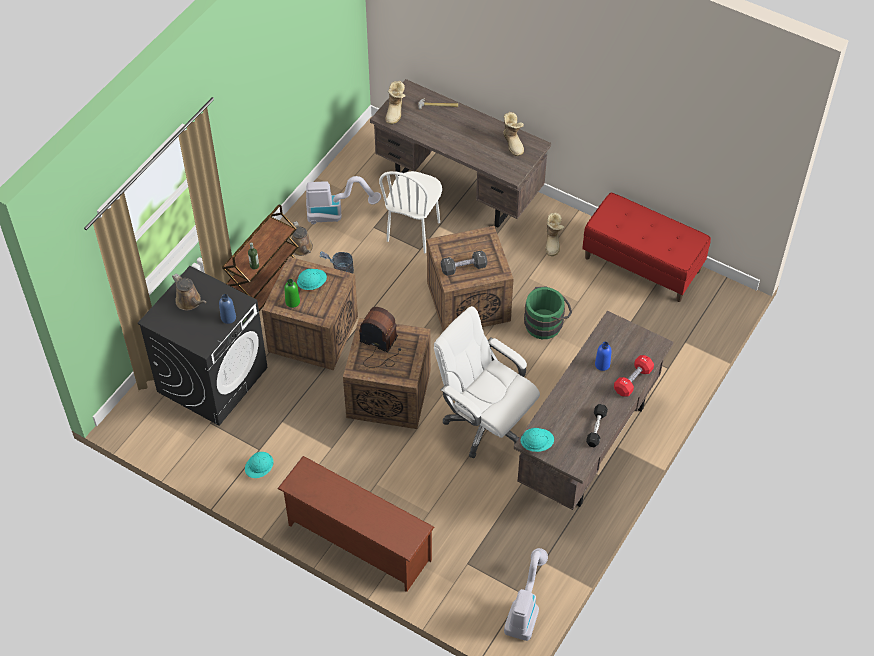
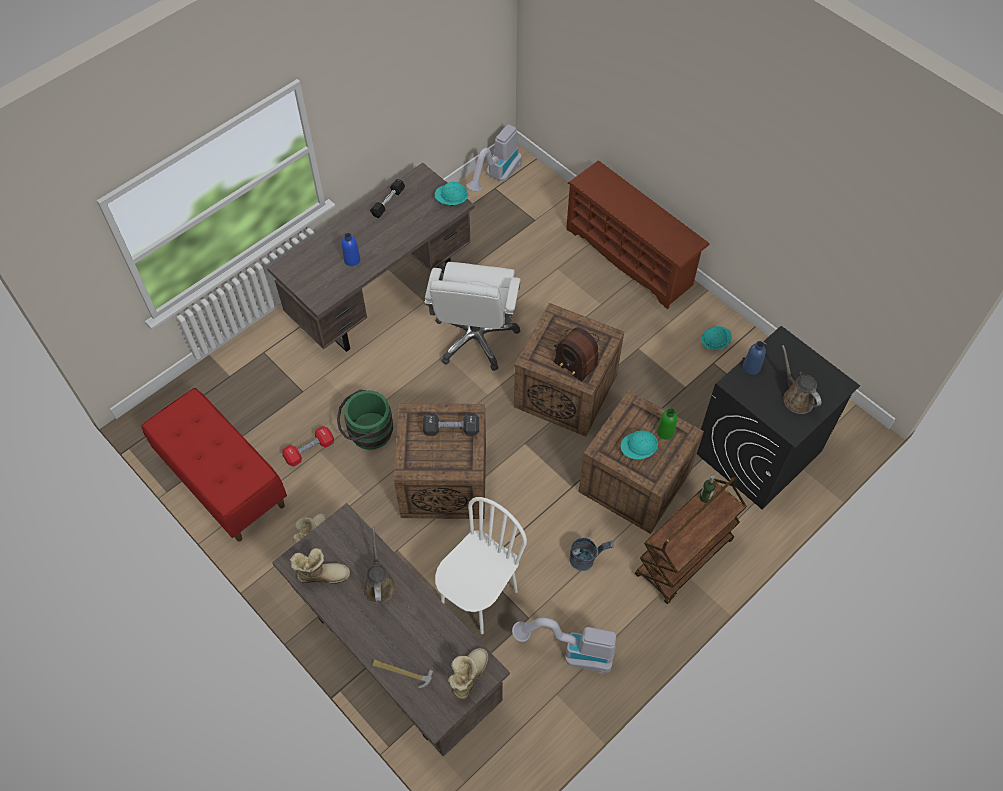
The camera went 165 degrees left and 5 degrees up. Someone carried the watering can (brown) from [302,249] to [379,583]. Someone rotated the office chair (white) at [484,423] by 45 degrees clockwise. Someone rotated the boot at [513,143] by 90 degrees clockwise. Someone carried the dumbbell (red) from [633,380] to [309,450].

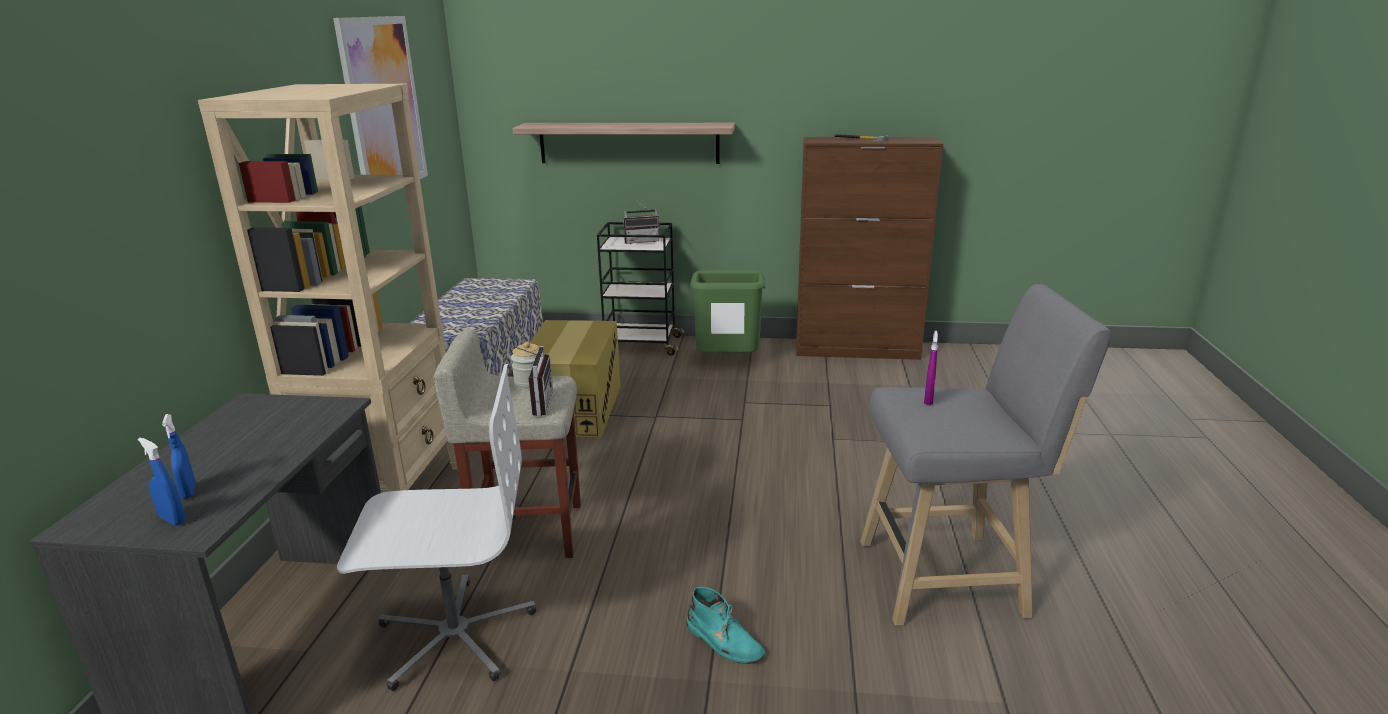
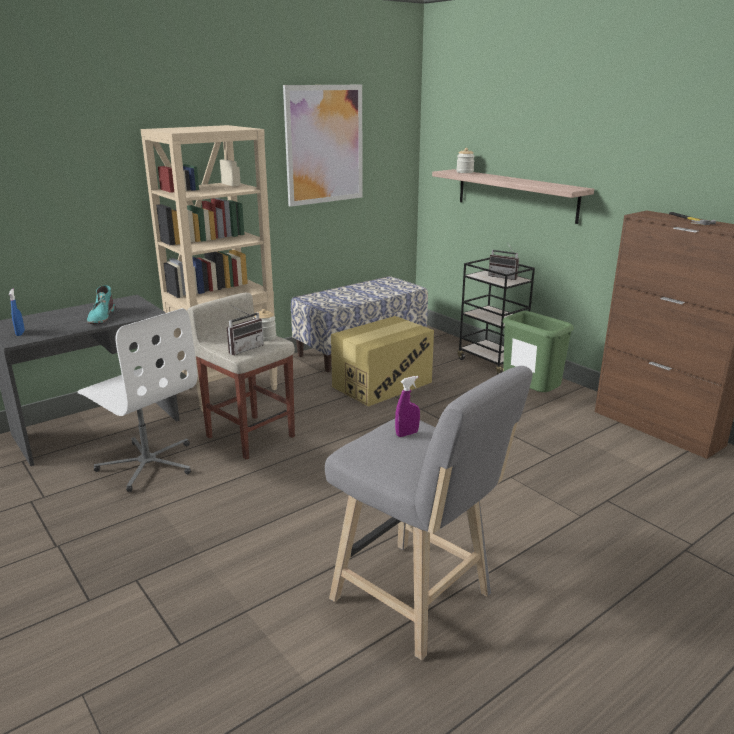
The camera went 45 degrees right and 0 degrees up. Someone took away the spray bottle (blue) at [189,492]. Someone carried the boot (turquoise) from [724,641] to [101,316]. Someone put down the jar at [464,172].

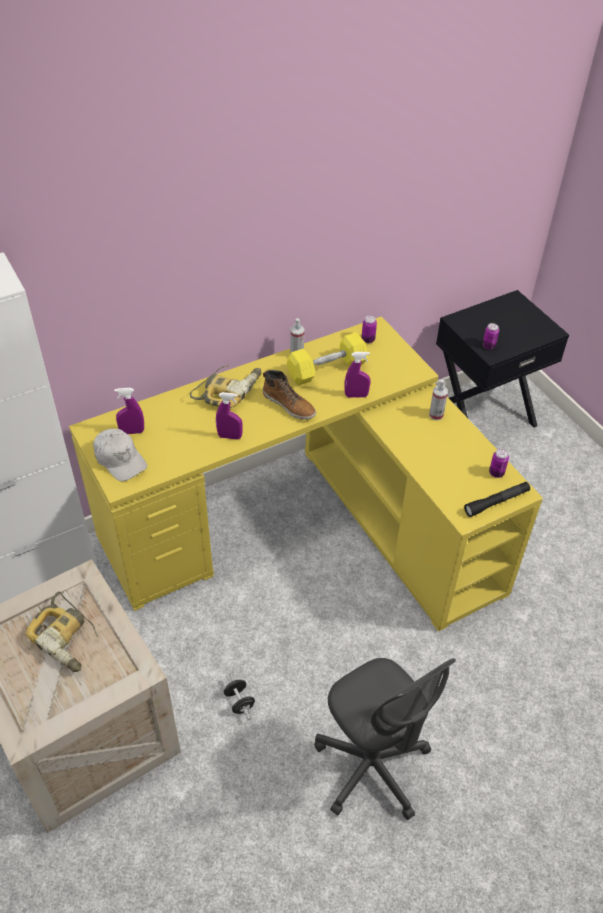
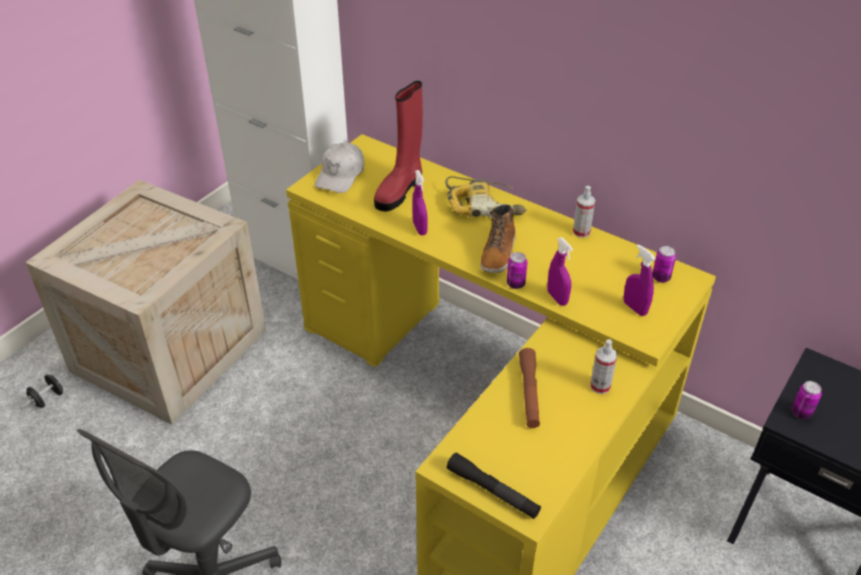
The camera went 65 degrees right and 5 degrees down. Someone took away the power drill at [67,637]. Someone carried the spray bottle (purple) from [132,432] to [635,308]. Someone carried the dumbbell (black) from [239,702] to [48,399]. Someone took away the dumbbell (yellow) at [326,369]. Someone carried the can from [496,473] to [515,284]. Someone put down the boot (red) at [400,190]. Someone put down the flashlight (brown) at [529,393].

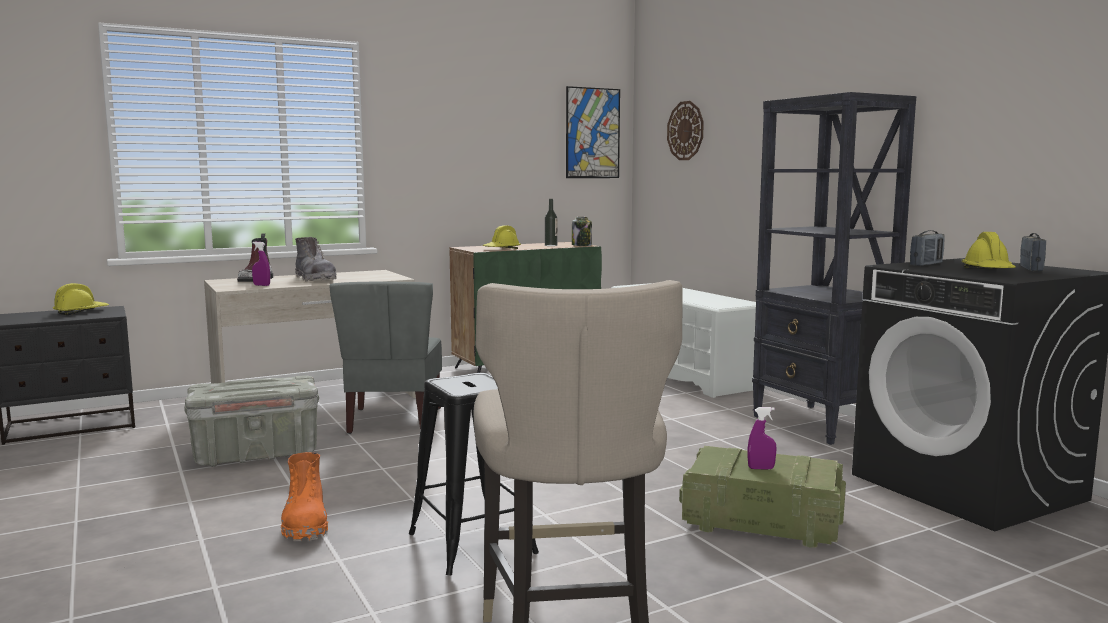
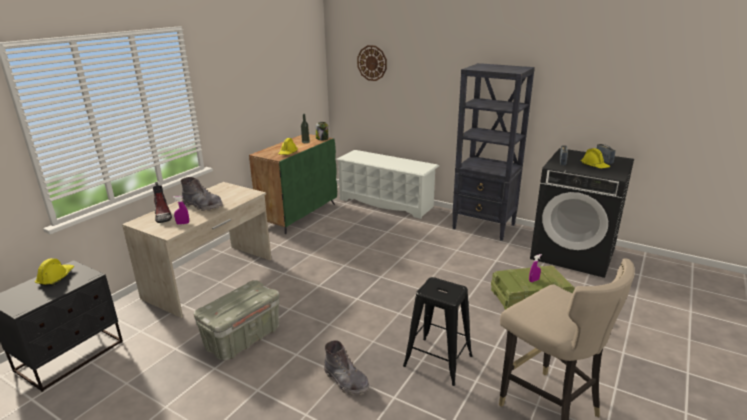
The camera went 30 degrees left and 15 degrees up. Someone repainted the boot (orange) at [305,524], which became the boot (grey) at [346,381]. Someone took away the chair (grey) at [393,421]. Someone took away the picture at [592,133].

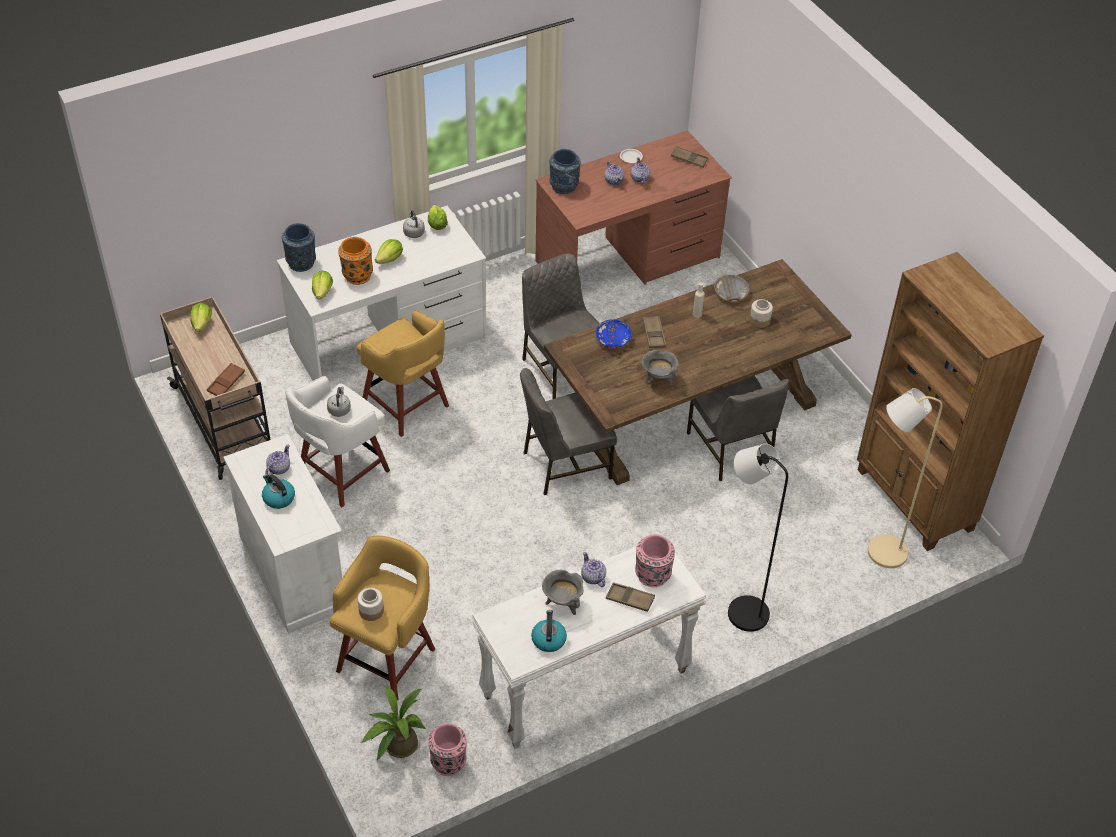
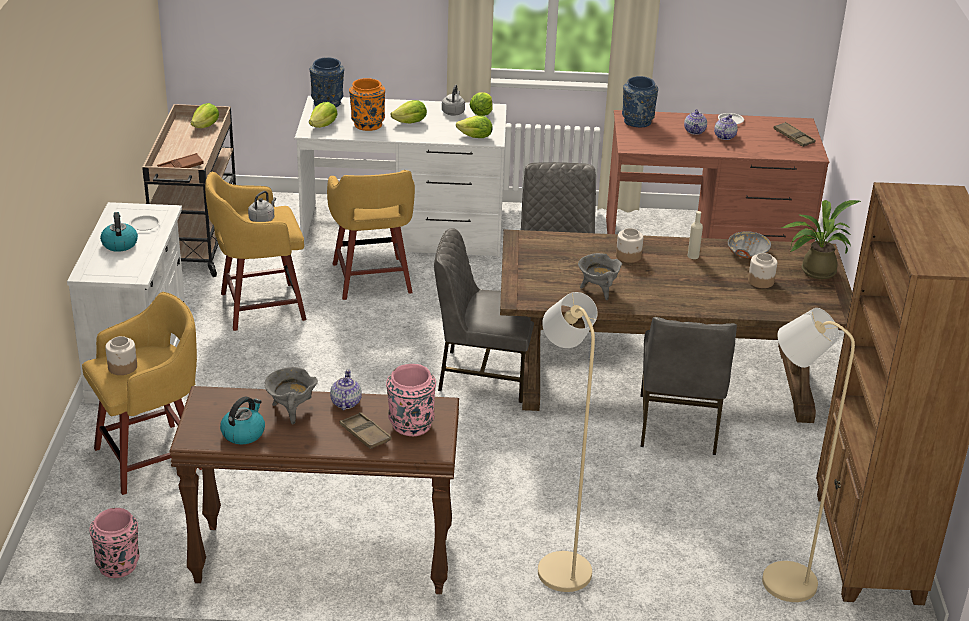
The camera went 30 degrees right and 15 degrees down. Someone swapped the teapot at [278,468] for the plate (white) at [144,225]. Someone repainted the stool (white) at [341,473], which became the stool (yellow) at [259,306]. Someone carried the potted plant from [397,746] to [813,271]. Someone repainted the console table (white) at [585,685], which became the console table (brown) at [322,560]. Someone took away the bowl (blue) at [613,340]. Someone swapped the tray (brown) at [654,334] for the jar at [628,256]. Someone repainted the floor lamp (black) at [741,610], which became the floor lamp (beige) at [559,565]. Someone put down the lettuce at [475,137].

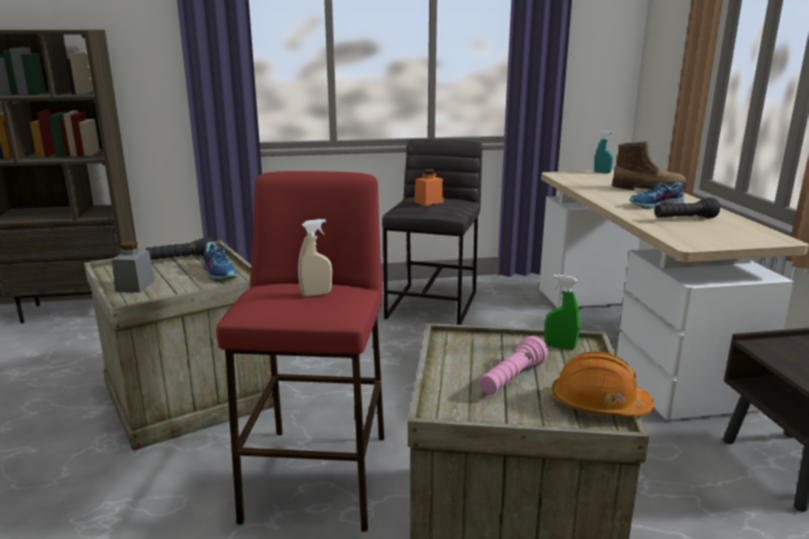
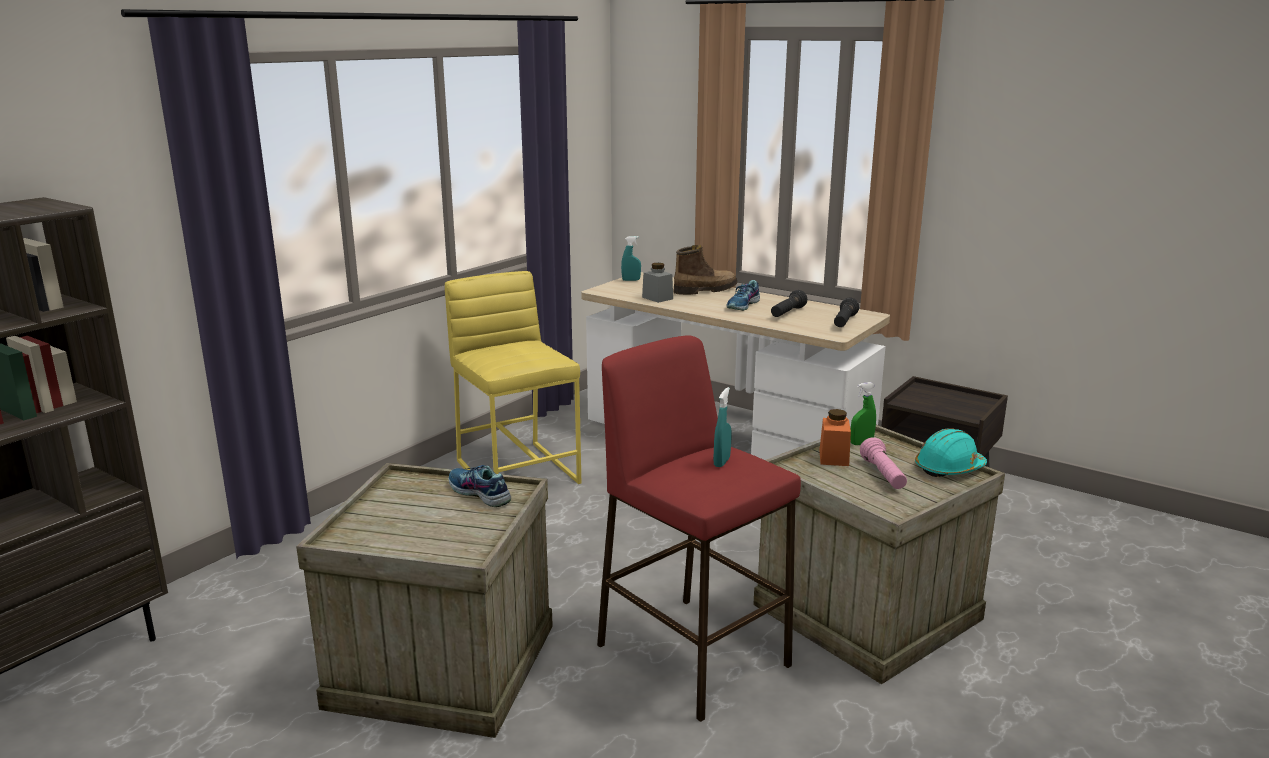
The camera went 45 degrees left and 0 degrees up. Someone carried the jar (grey) from [135,286] to [657,298]. Someone carried the flashlight (black) from [181,259] to [844,322]. Someone rotated the shoe at [220,273] by 150 degrees counterclockwise. Someone repainted the spray bottle (beige) at [316,294], which became the spray bottle (turquoise) at [721,462]. Someone repainted the stool (grey) at [433,305], which became the stool (yellow) at [518,471]. Someone carried the jar (orange) from [428,202] to [834,457]. Someone repainted the hard hat (orange) at [598,404], which became the hard hat (turquoise) at [949,468].

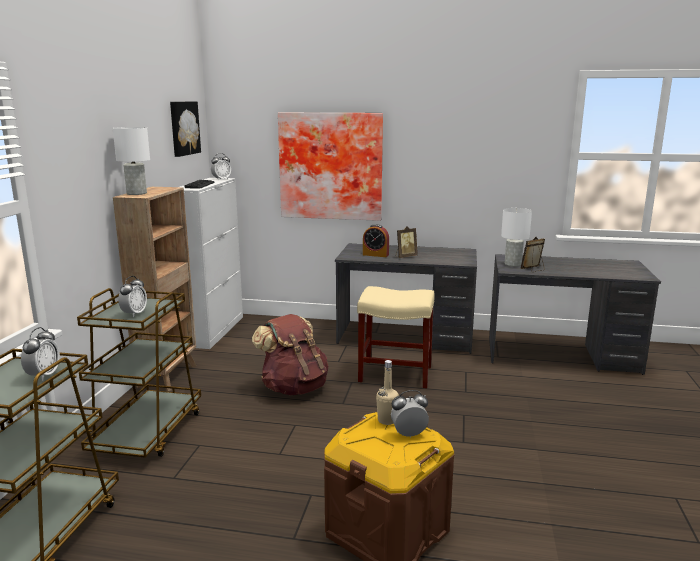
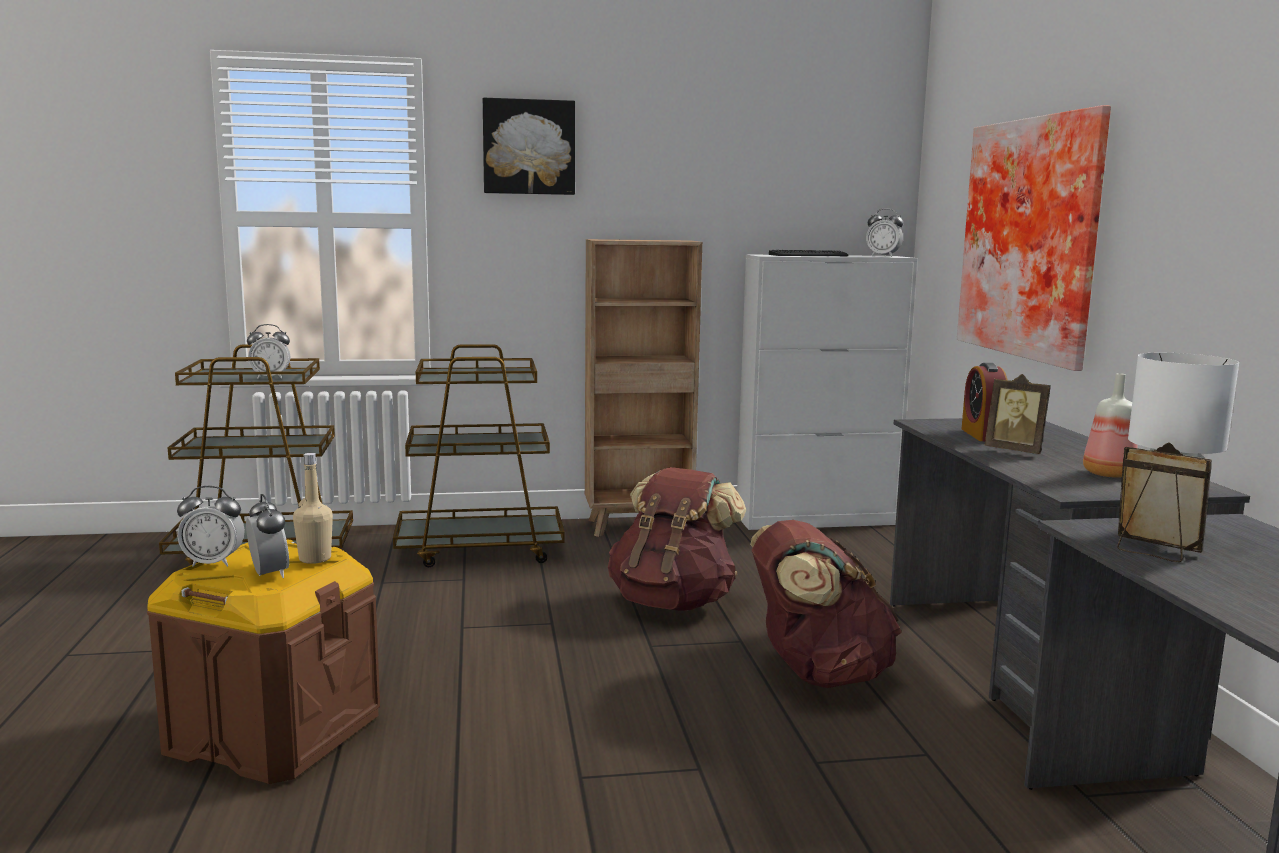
The camera went 70 degrees right and 5 degrees down. Someone took away the table lamp (white) at [136,193]. Someone carried the alarm clock from [134,314] to [213,563]. Someone carried the picture from [183,128] to [529,147]. Someone swapped the stool (beige) at [394,374] for the backpack (brown) at [817,674]. Someone put down the bottle at [1107,474].

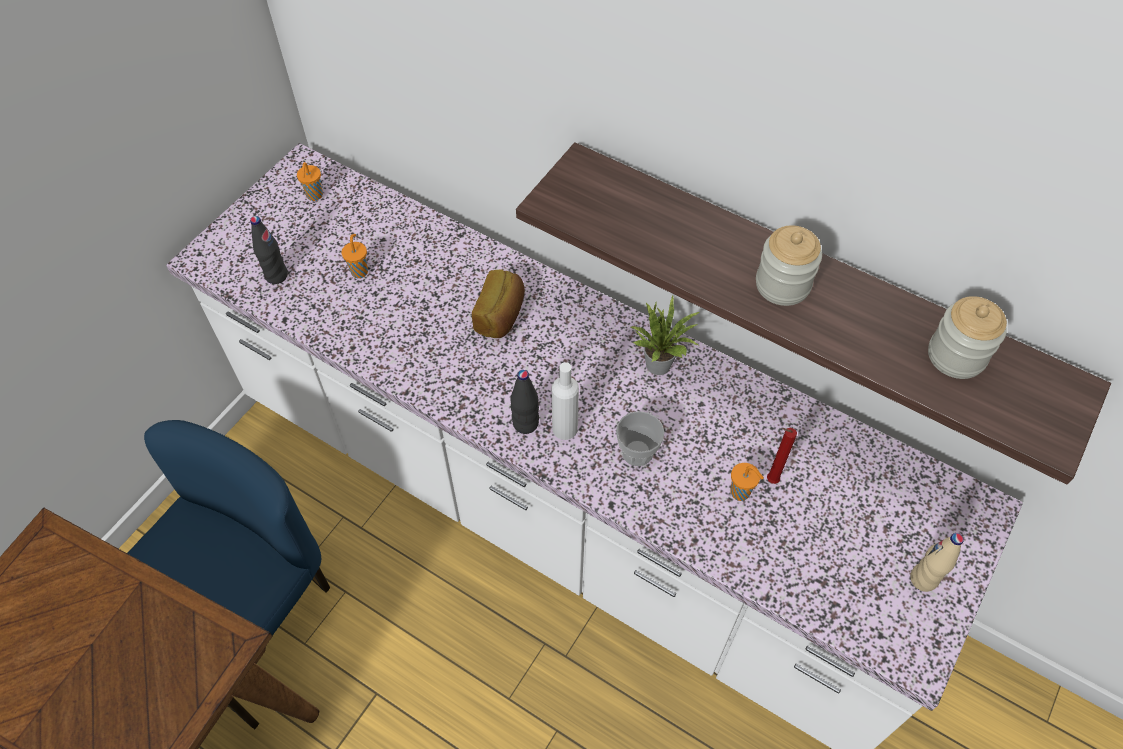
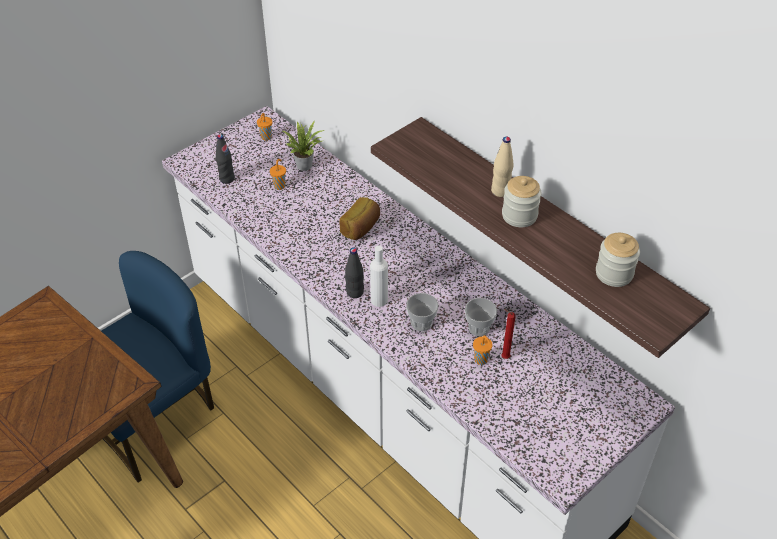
The camera went 15 degrees right and 10 degrees down. Someone carried the potted plant from [660,362] to [306,164]. Someone carried the bottle (beige) from [923,579] to [500,191]. Someone put down the cup at [479,328].

